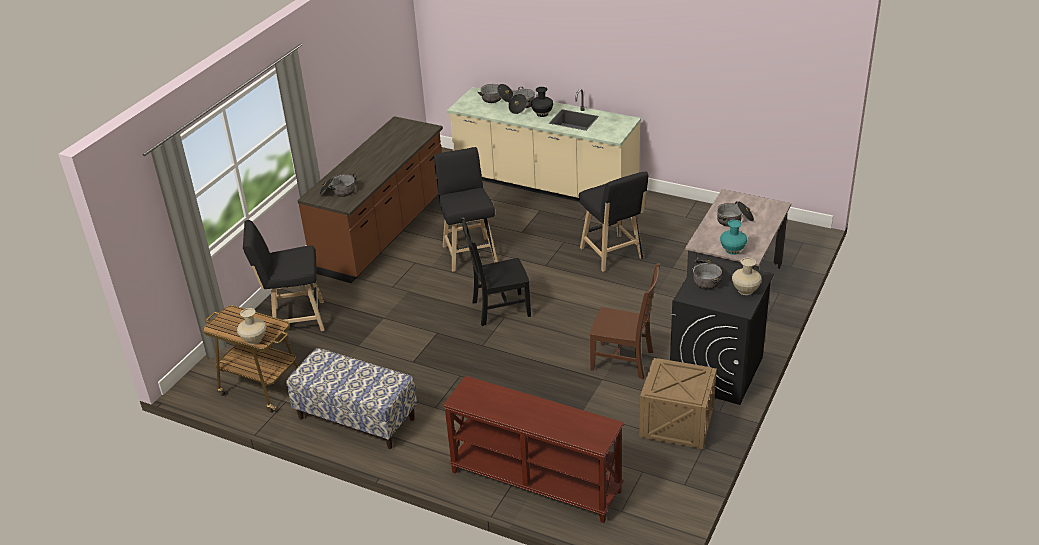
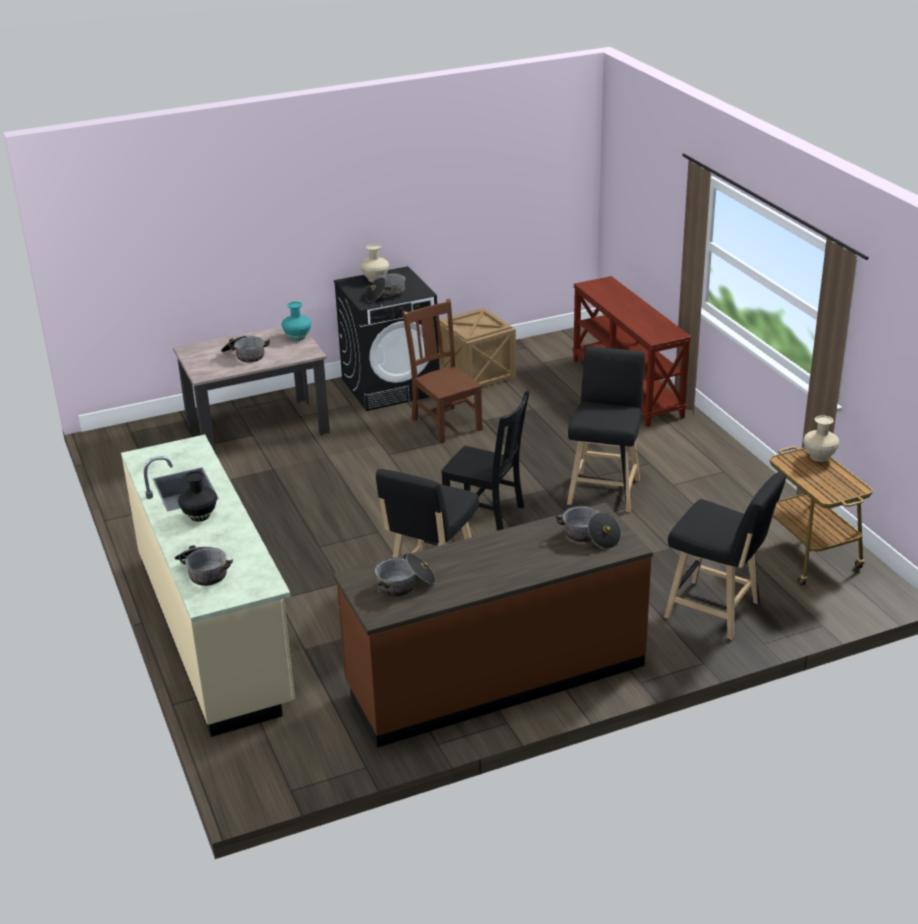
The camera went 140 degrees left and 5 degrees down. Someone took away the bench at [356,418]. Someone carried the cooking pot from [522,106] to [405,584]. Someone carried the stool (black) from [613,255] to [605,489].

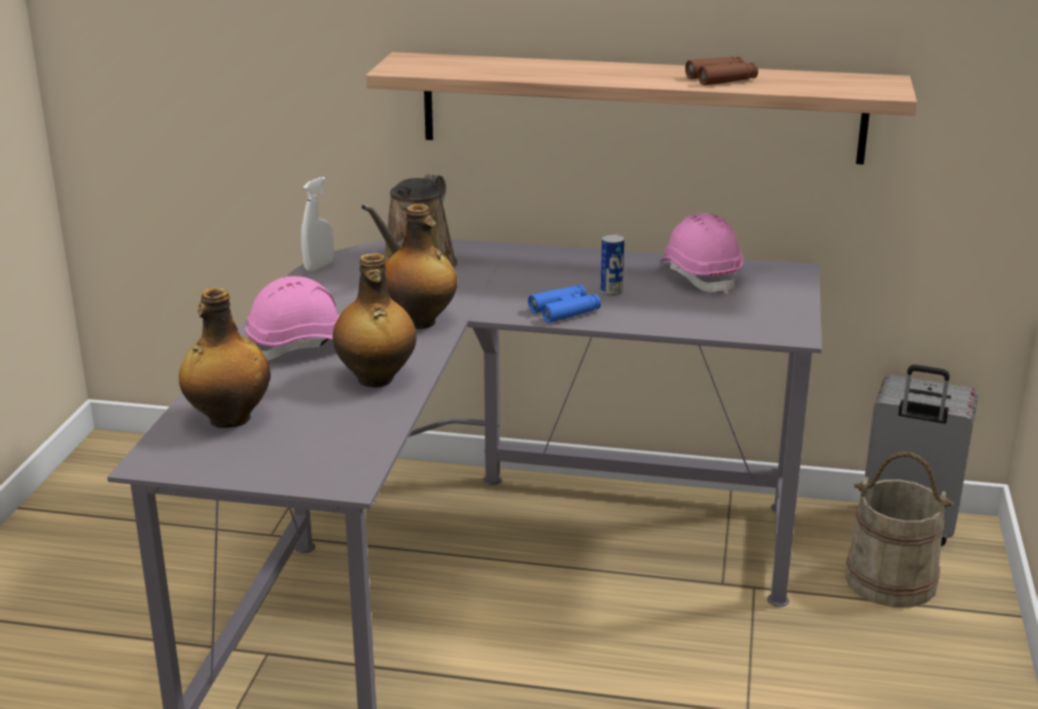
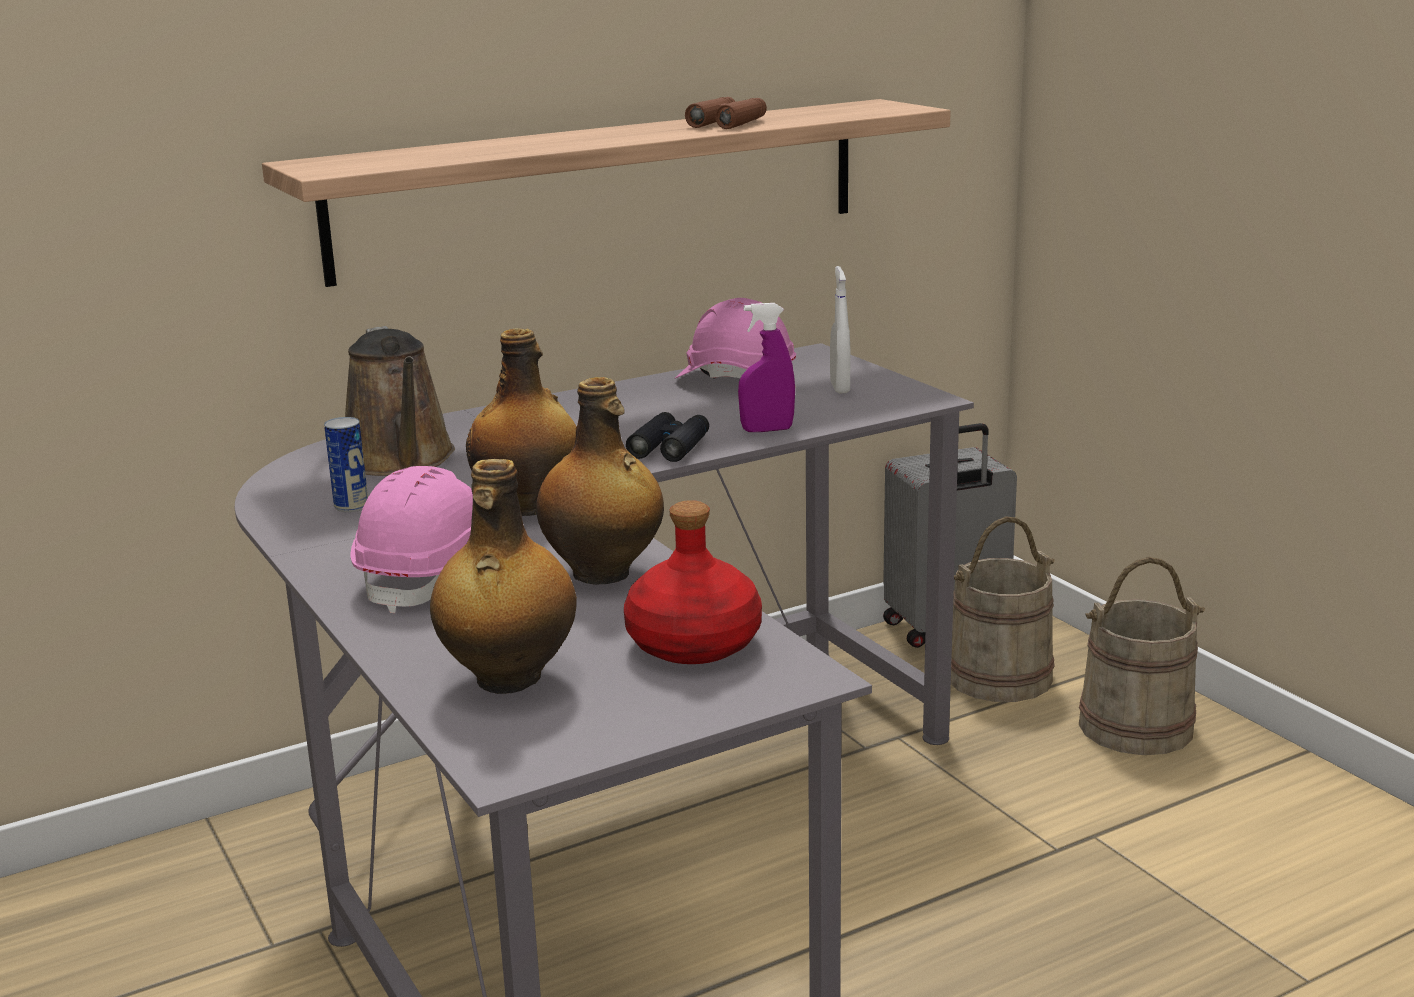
The camera went 40 degrees left and 5 degrees down. Someone carried the spray bottle (white) from [319,266] to [840,388]. Someone repainted the binoculars (blue) at [564,311], which became the binoculars (black) at [669,447]. Someone carried the can from [611,292] to [351,506]. Someone put down the bottle (red) at [695,644]. Someone put down the spray bottle (purple) at [767,430]. Someone put down the bucket (beige) at [1135,726].

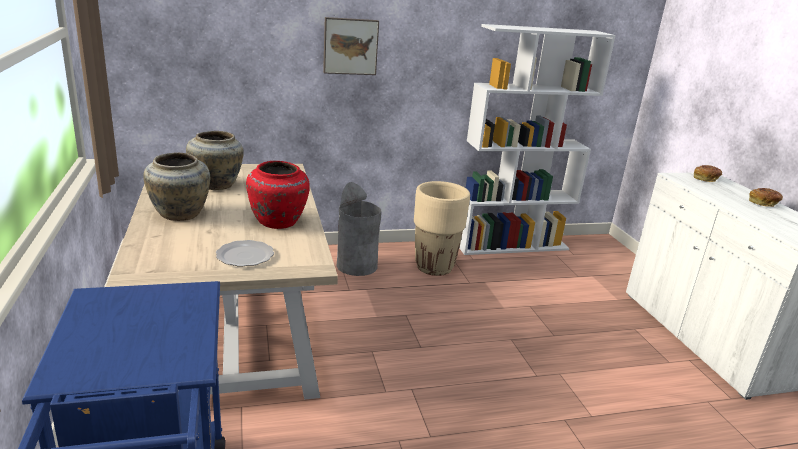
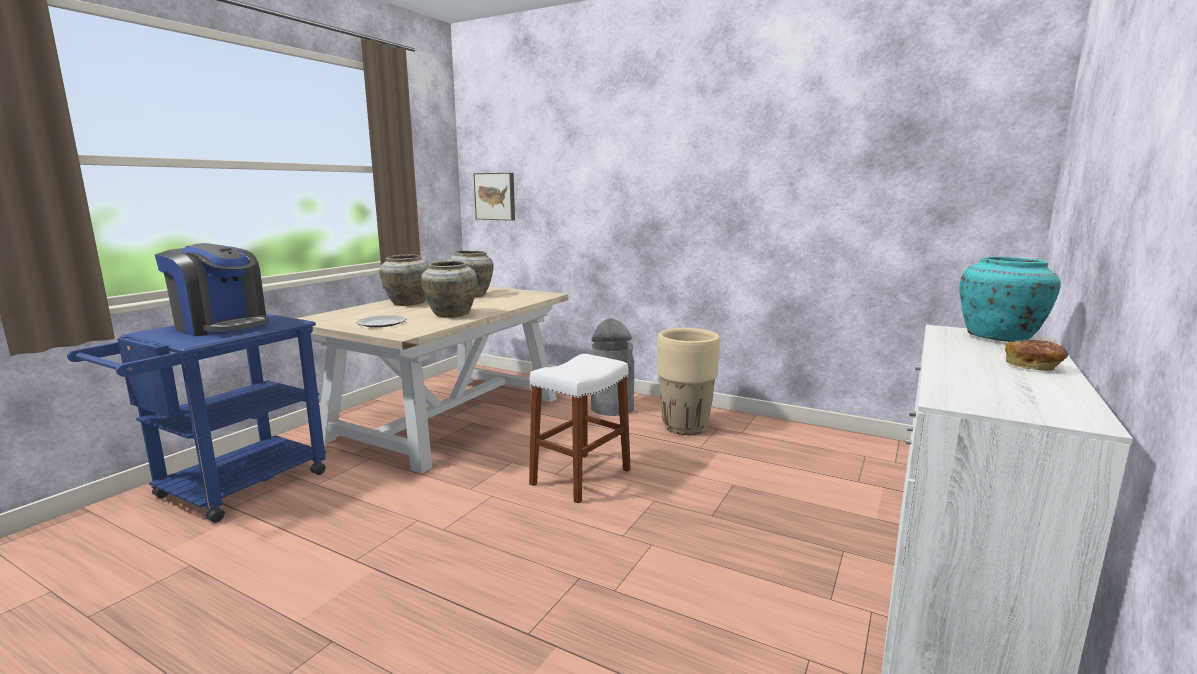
The camera went 45 degrees right and 10 degrees down. Someone repainted the vase (red) at [278,222], which became the vase (beige) at [450,314]. Someone carried the picture from [350,46] to [495,196]. Someone took away the bookcase (white) at [511,245]. Someone swapped the bread at [705,179] for the vase (turquoise) at [1000,338]. Someone put down the coffee machine at [222,326]. Someone put down the stool (white) at [581,477].

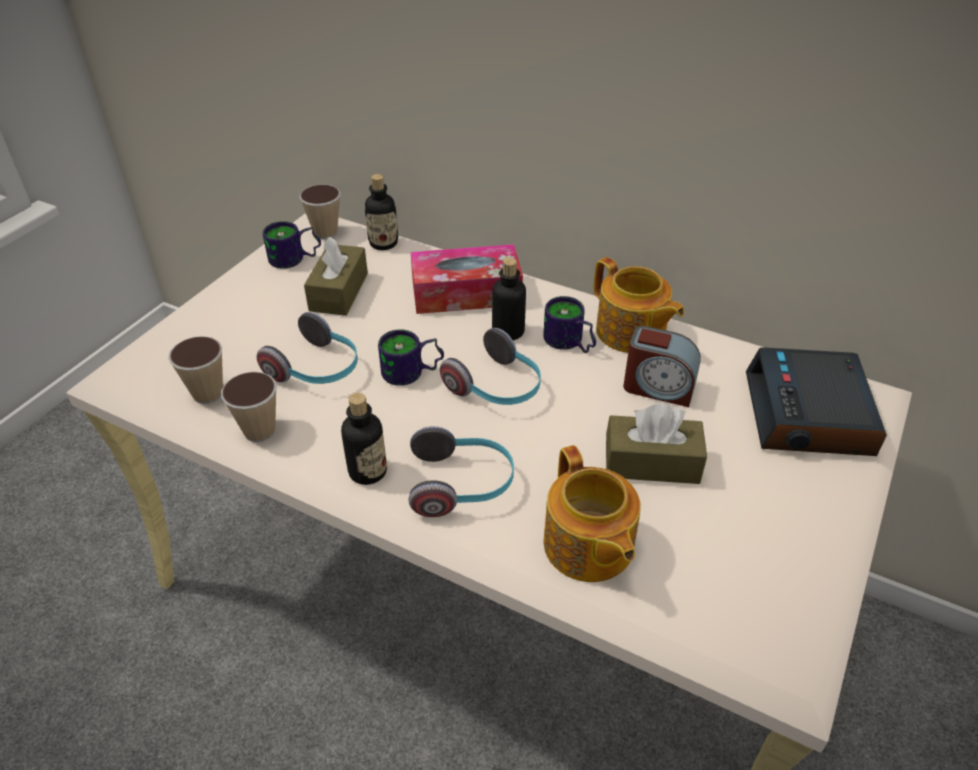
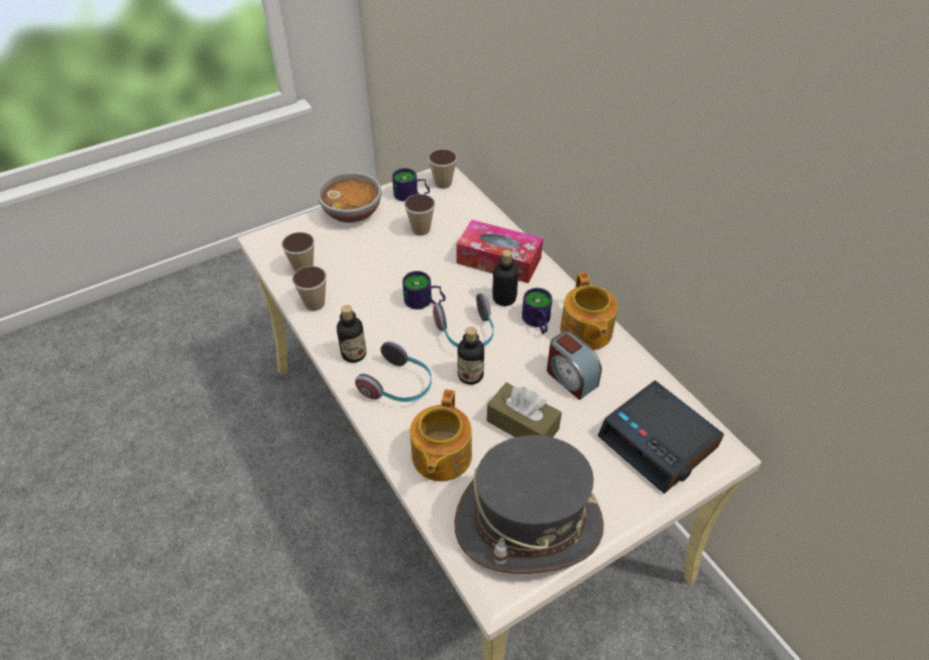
The camera went 30 degrees right and 5 degrees up. Someone took away the headphones at [317,369]. Someone swapped the tissue box (brown) at [339,292] for the cup at [421,229]. Someone carried the bottle from [383,243] to [470,375]. Someone rotated the alarm clock at [809,415] by 75 degrees counterclockwise. Someone put down the bowl at [353,212]. Someone put down the hat (grey) at [528,523].

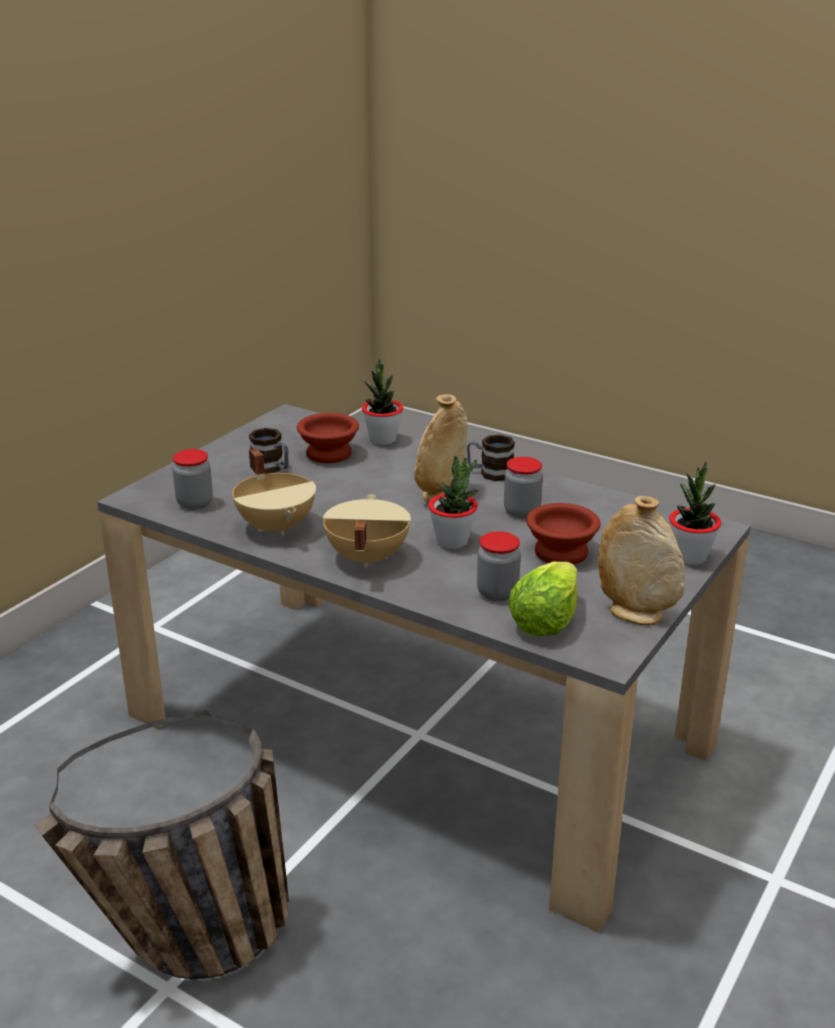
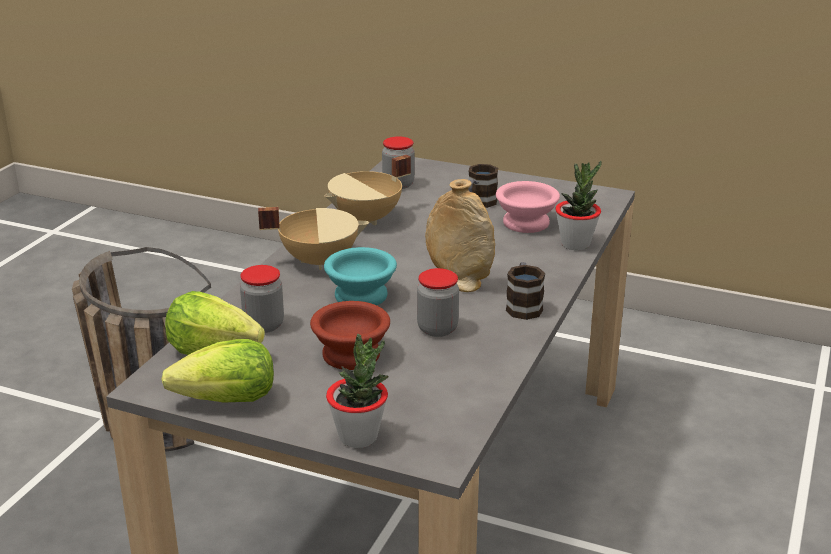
The camera went 80 degrees right and 0 degrees up. Someone repainted the bowl (brown) at [330,453], which became the bowl (pink) at [528,223]. Someone swapped the potted plant at [452,541] for the bowl (turquoise) at [359,297]. Someone swapped the vase (beige) at [635,614] for the lettuce at [228,401].

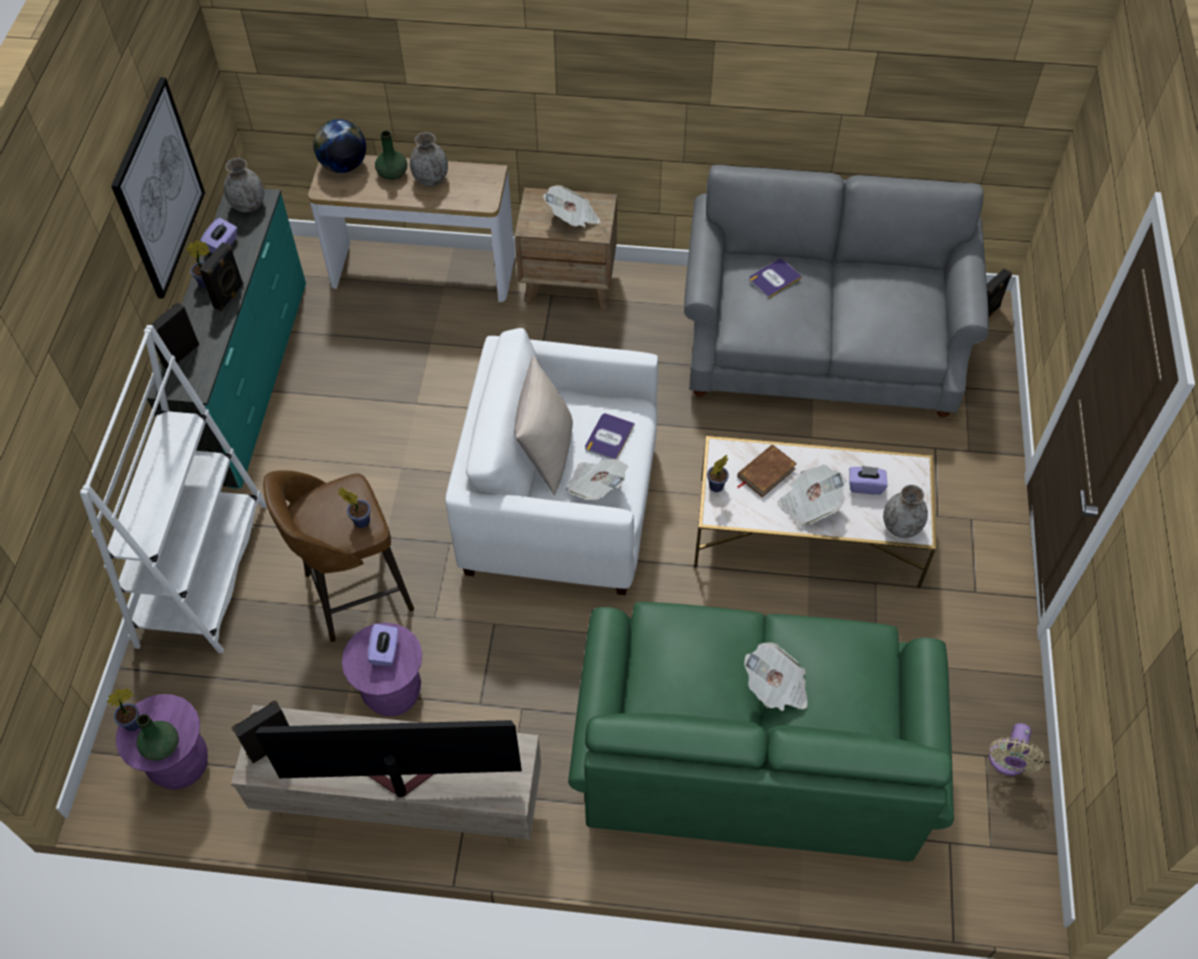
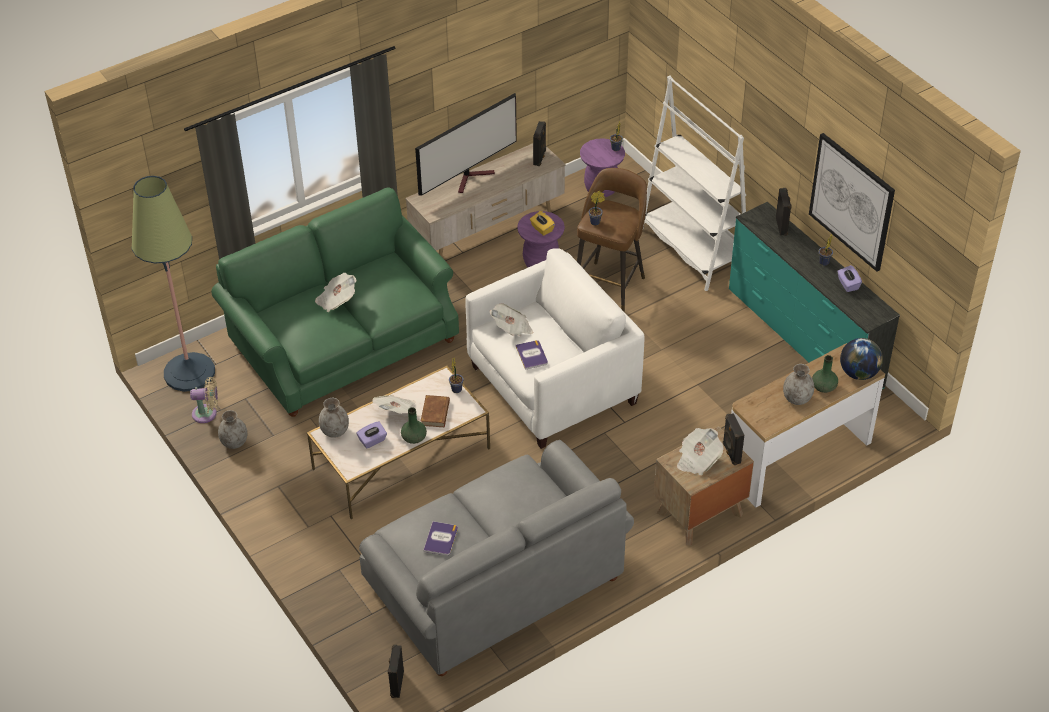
The camera went 140 degrees right and 10 degrees down. Someone carried the vase (green) from [161,746] to [414,438]. Someone carried the speaker (black) from [230,296] to [730,453]. Someone carried the vase (grey) from [248,205] to [234,442]. Someone repainted the tissue box (purple) at [385,651], which became the tissue box (yellow) at [542,229]. Someone took away the pillow (beige) at [546,453]. Someone carried the book from [774,278] to [441,539]. Someone rotated the fan (beige) at [1007,761] by 105 degrees clockwise. Someone put down the floor lamp at [189,372].

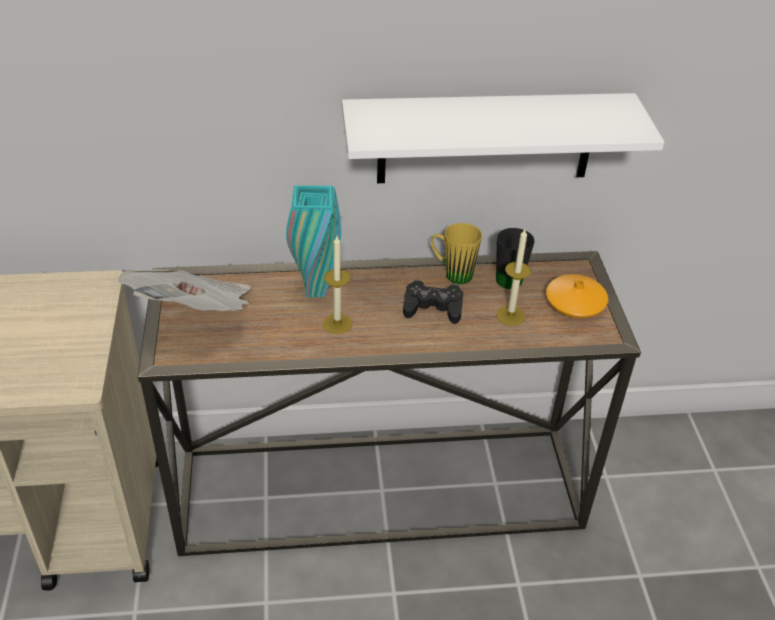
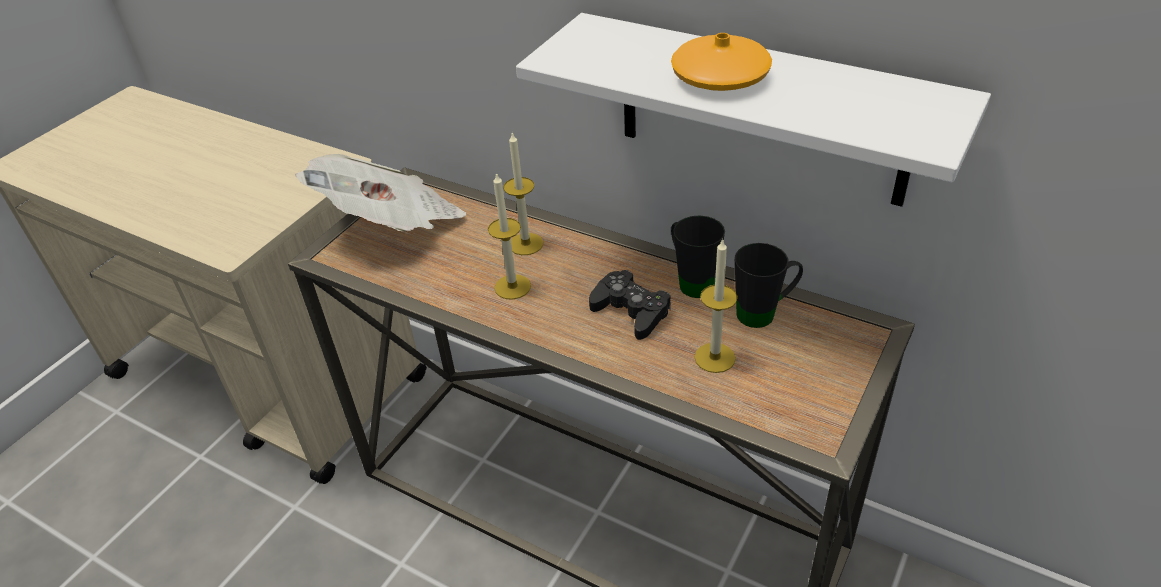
The camera went 40 degrees right and 0 degrees up. Someone swapped the vase (turquoise) at [315,291] for the candle at [526,244]. Someone repainted the mug (yellow) at [452,273], which became the mug (black) at [691,280]. Someone carried the vase (orange) from [575,303] to [720,77].

